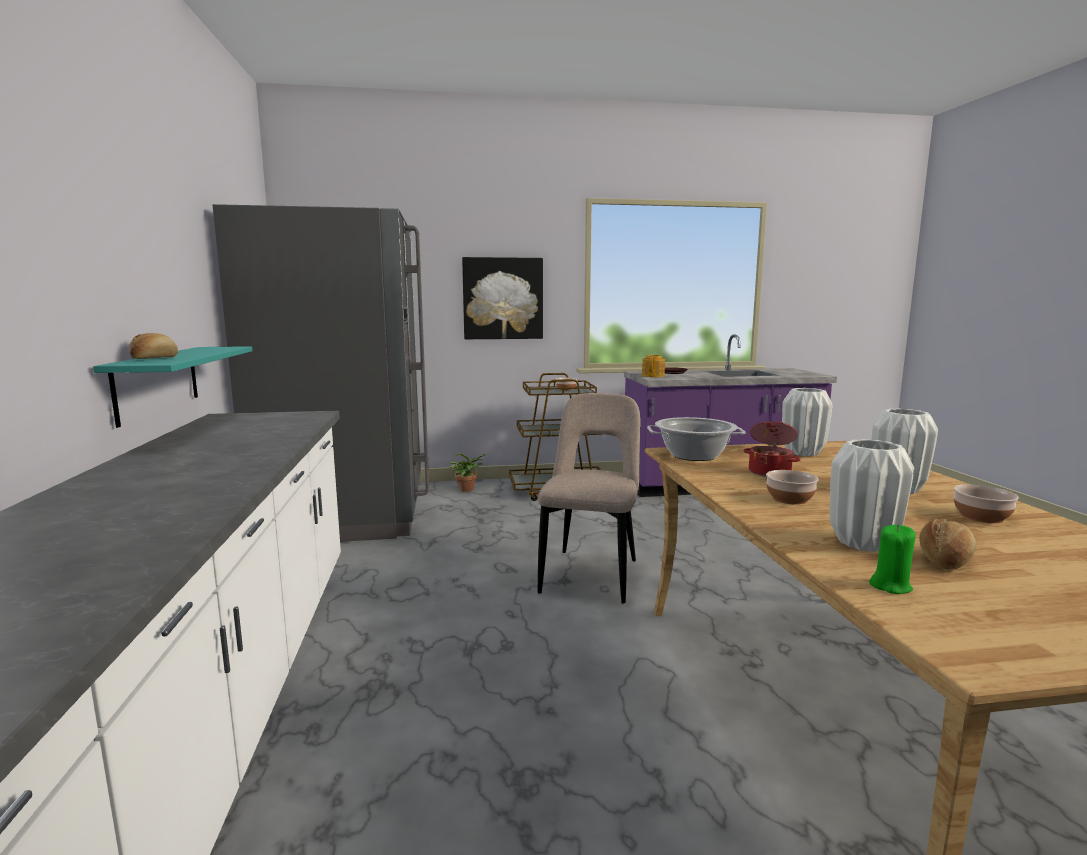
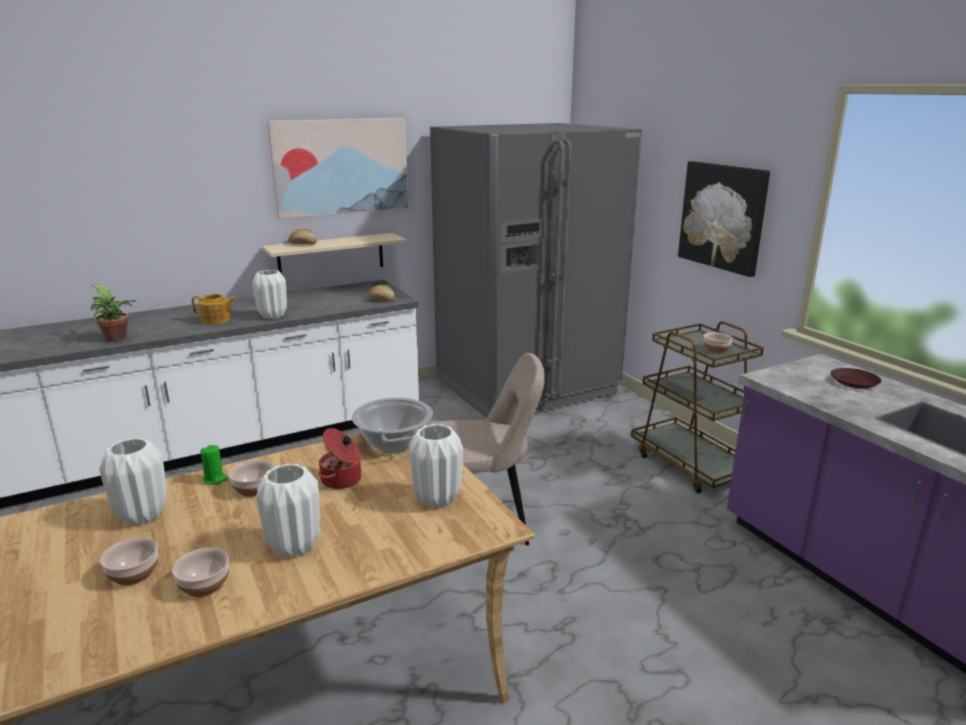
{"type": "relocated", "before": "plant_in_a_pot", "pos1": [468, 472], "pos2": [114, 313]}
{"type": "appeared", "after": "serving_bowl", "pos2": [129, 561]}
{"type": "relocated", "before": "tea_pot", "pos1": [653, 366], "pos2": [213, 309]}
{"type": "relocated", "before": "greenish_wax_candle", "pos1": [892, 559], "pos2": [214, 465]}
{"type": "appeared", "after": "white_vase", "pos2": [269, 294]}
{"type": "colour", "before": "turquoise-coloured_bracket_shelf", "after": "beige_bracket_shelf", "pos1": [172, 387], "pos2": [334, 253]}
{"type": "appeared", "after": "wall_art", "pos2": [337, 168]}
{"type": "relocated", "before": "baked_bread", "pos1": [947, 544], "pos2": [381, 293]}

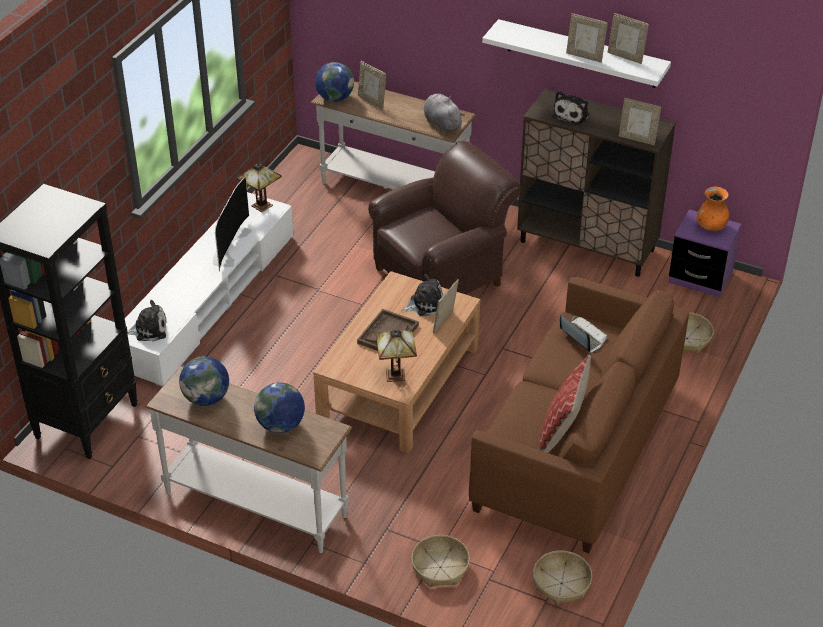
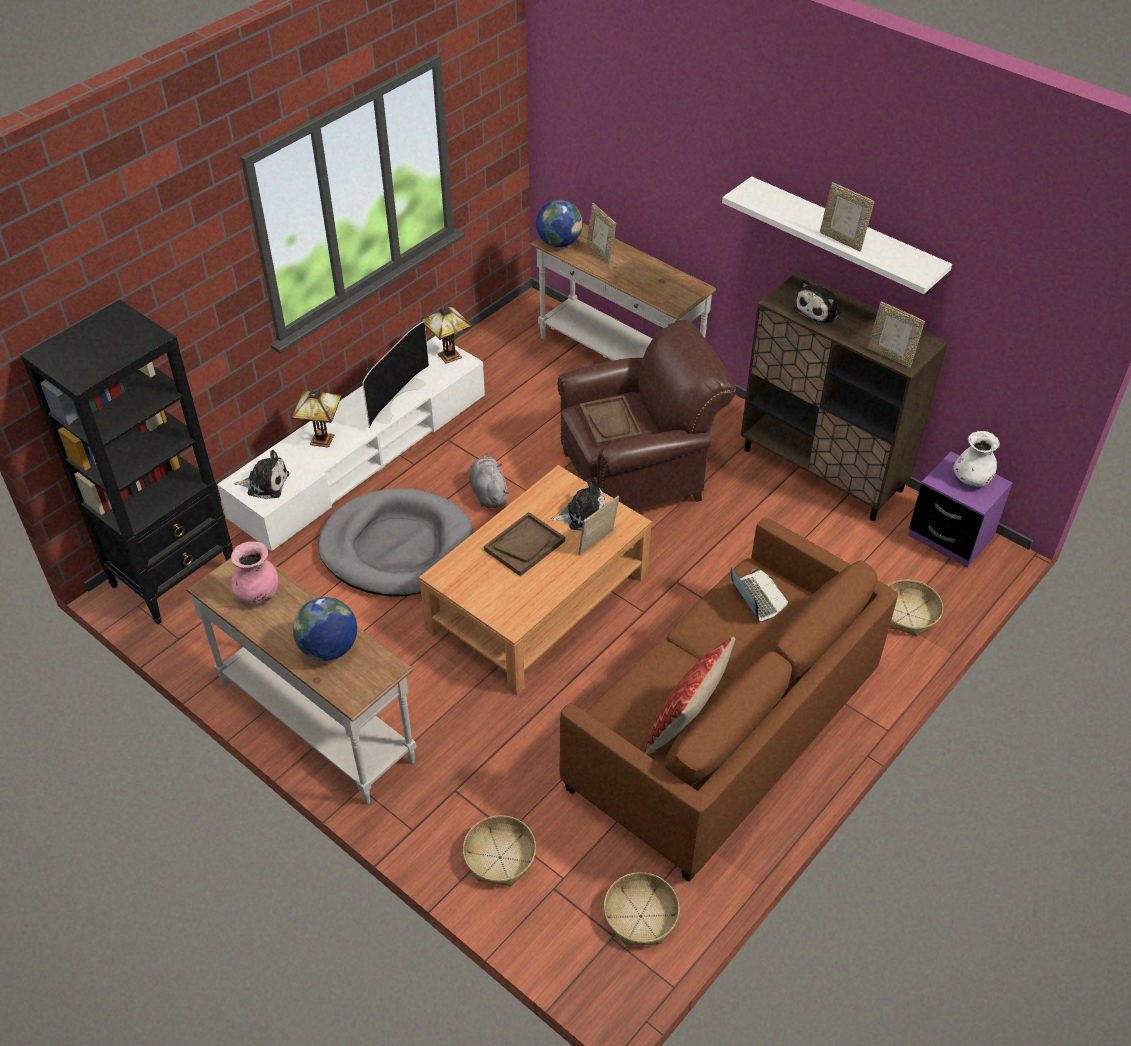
{"type": "exchanged", "before": "globe", "after": "pink-coloured_vase", "pos1": [204, 381], "pos2": [254, 573]}
{"type": "relocated", "before": "table_lamp", "pos1": [396, 356], "pos2": [317, 419]}
{"type": "appeared", "after": "gray_dog_bed", "pos2": [395, 542]}
{"type": "relocated", "before": "gray_cuddly_toy", "pos1": [444, 113], "pos2": [489, 481]}
{"type": "appeared", "after": "brown_serving_tray", "pos2": [611, 421]}
{"type": "colour", "before": "orangey_vase", "after": "white_vase", "pos1": [712, 209], "pos2": [976, 459]}
{"type": "missing", "before": "photo_frame", "pos1": [628, 38]}

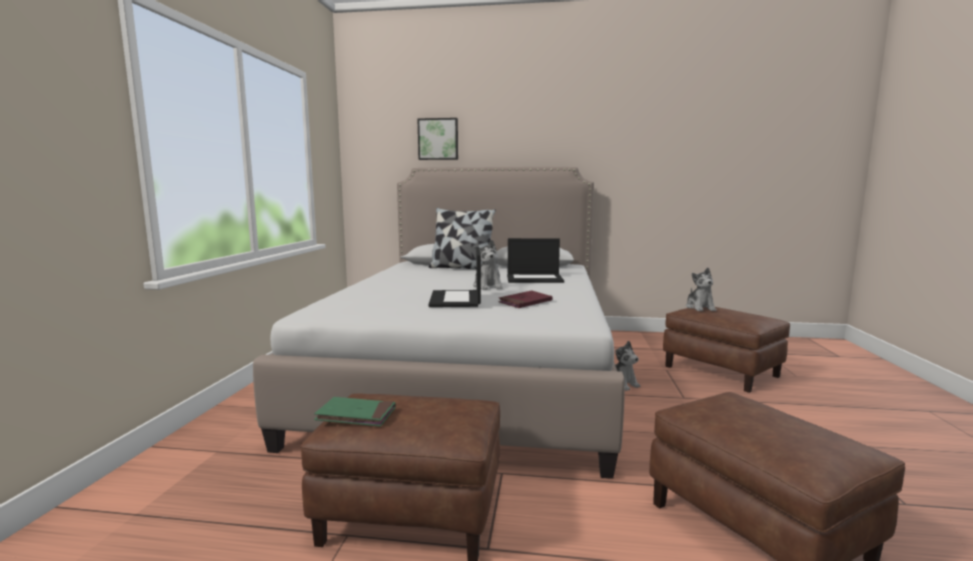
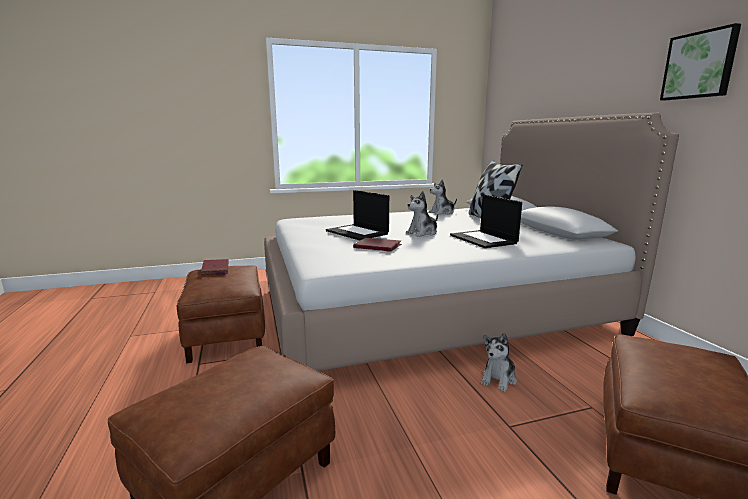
{"type": "colour", "before": "greenish_volume", "after": "reddish_volume", "pos1": [355, 412], "pos2": [215, 267]}
{"type": "spun", "before": "notebook_computer", "pos1": [454, 277], "pos2": [357, 215], "turn": -105}
{"type": "relocated", "before": "cuddly_toy", "pos1": [701, 289], "pos2": [443, 197]}
{"type": "relocated", "before": "wall_art", "pos1": [438, 139], "pos2": [700, 61]}

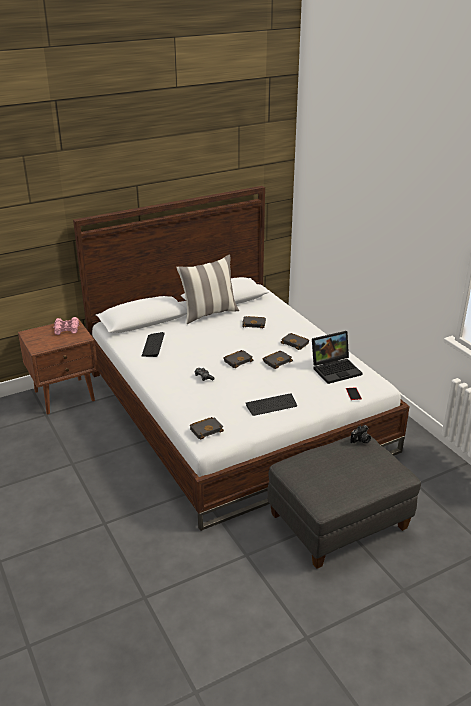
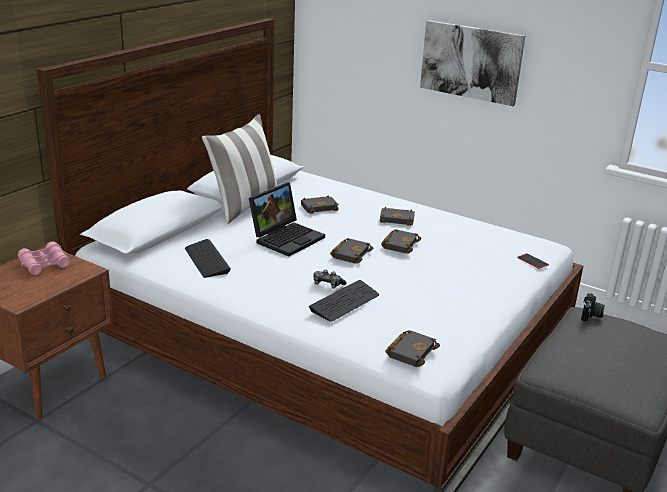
{"type": "relocated", "before": "notebook_computer", "pos1": [337, 357], "pos2": [287, 219]}
{"type": "relocated", "before": "keyboard", "pos1": [271, 404], "pos2": [344, 301]}
{"type": "appeared", "after": "wall_art", "pos2": [473, 63]}

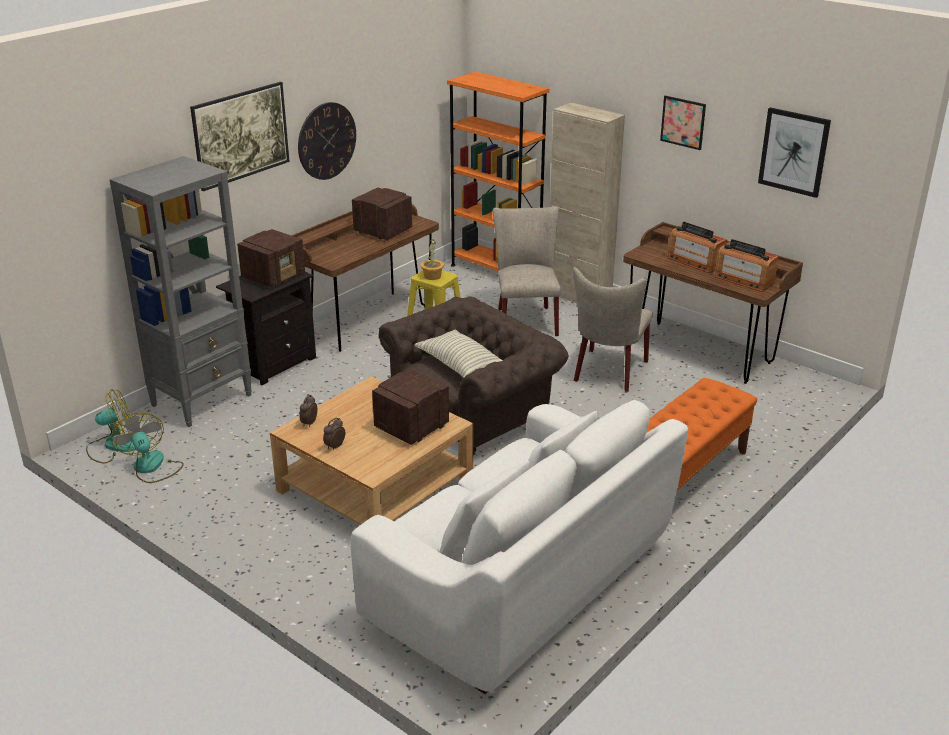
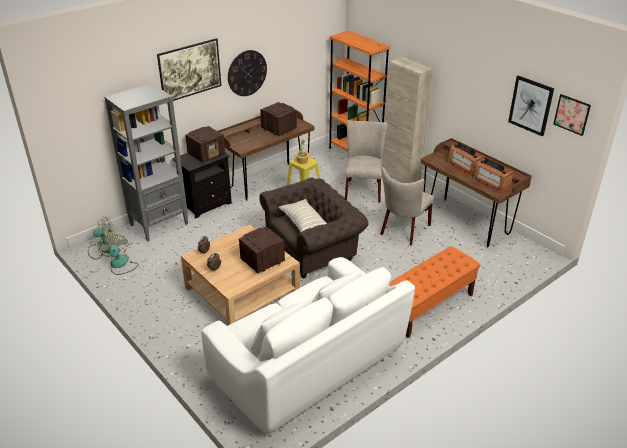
{"type": "relocated", "before": "wall_art", "pos1": [683, 123], "pos2": [572, 115]}

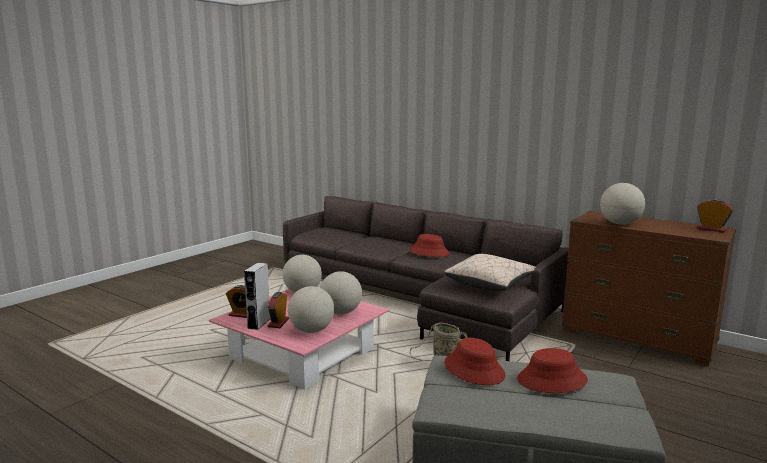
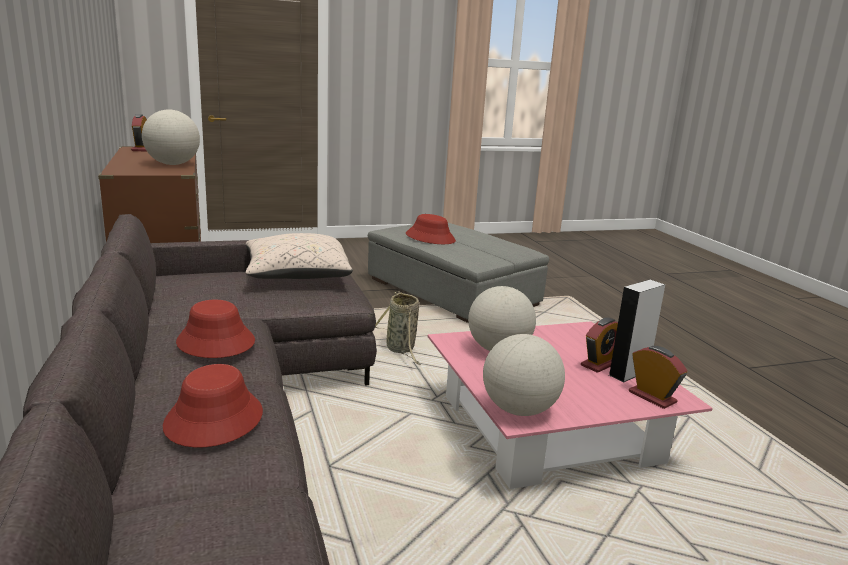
{"type": "relocated", "before": "reddish_wearable_hat", "pos1": [475, 361], "pos2": [213, 405]}
{"type": "missing", "before": "globe", "pos1": [311, 309]}

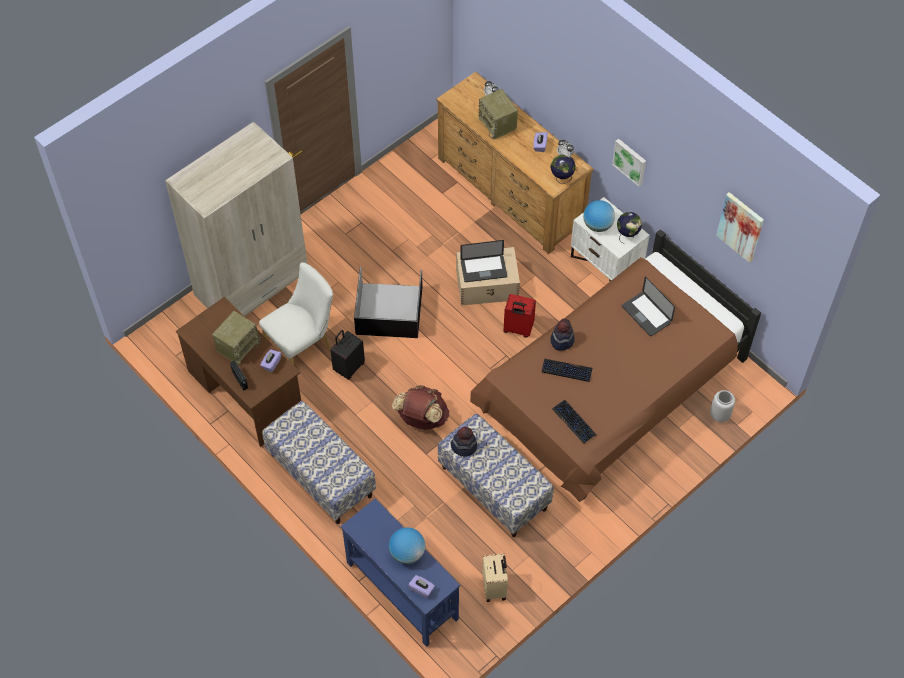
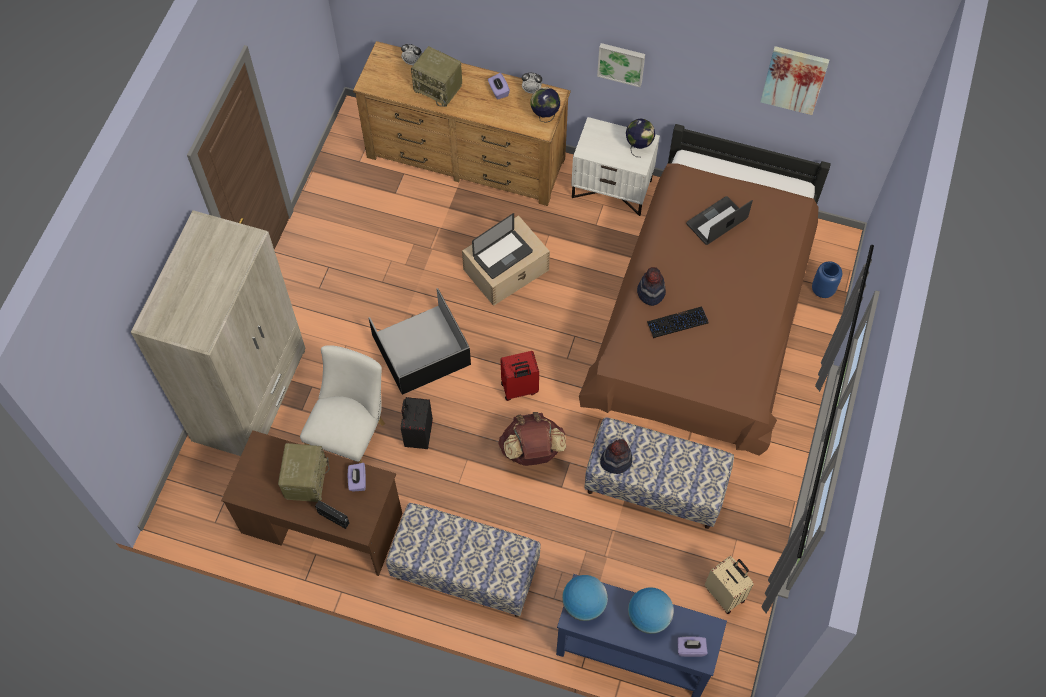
{"type": "relocated", "before": "reddish_piece_of_luggage", "pos1": [519, 316], "pos2": [520, 376]}
{"type": "relocated", "before": "globe", "pos1": [599, 216], "pos2": [585, 598]}
{"type": "spun", "before": "notebook_computer", "pos1": [648, 306], "pos2": [719, 220], "turn": 120}
{"type": "colour", "before": "gray_vase", "after": "blue_vase", "pos1": [722, 406], "pos2": [827, 279]}
{"type": "missing", "before": "keyboard", "pos1": [574, 421]}

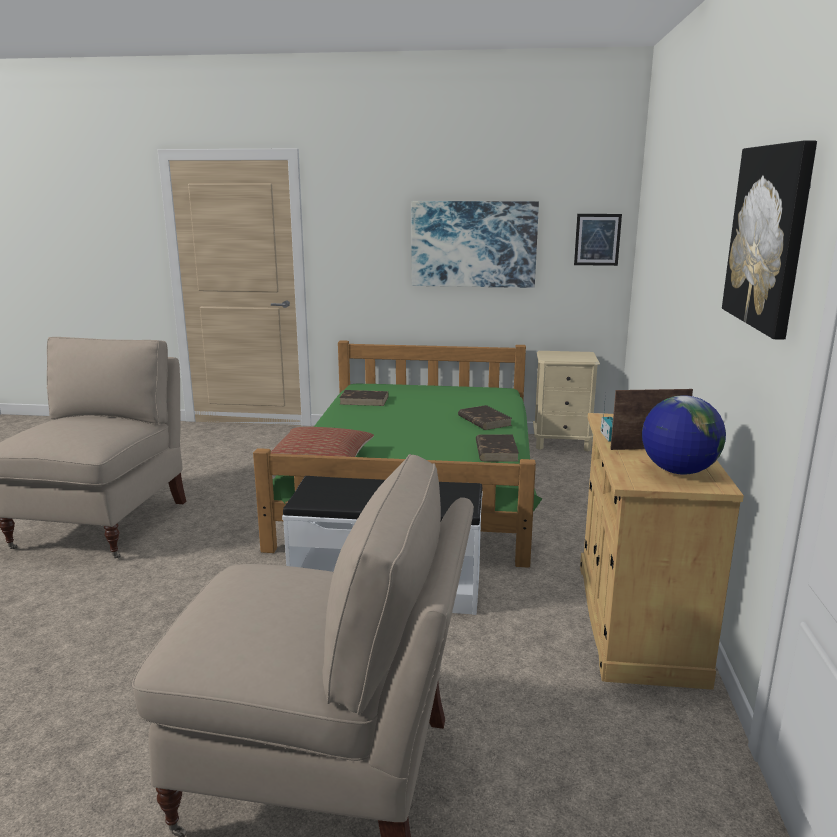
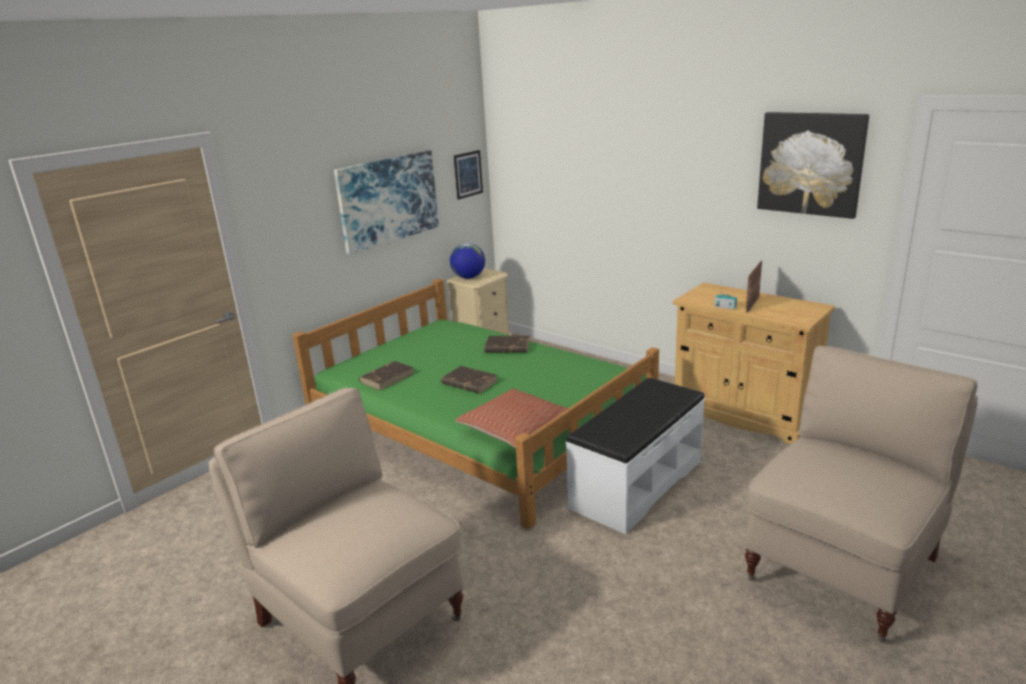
{"type": "relocated", "before": "brown_volume", "pos1": [497, 448], "pos2": [469, 380]}
{"type": "relocated", "before": "globe", "pos1": [684, 435], "pos2": [467, 261]}

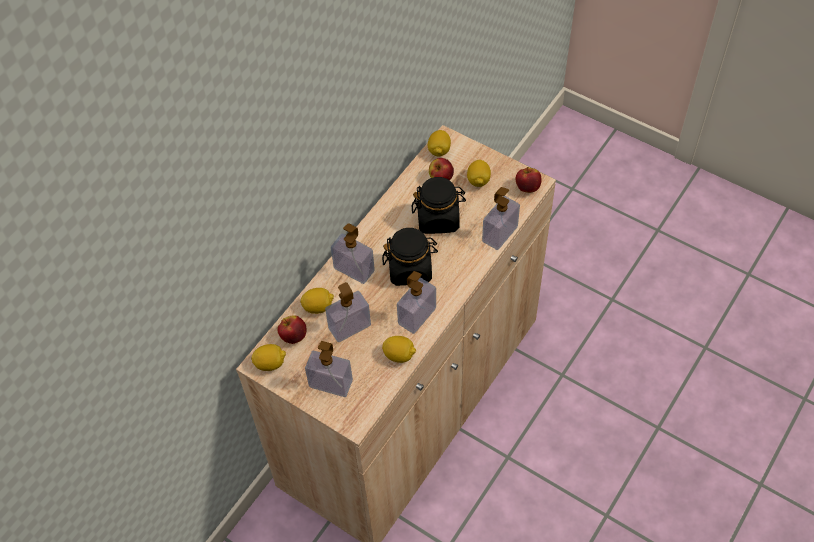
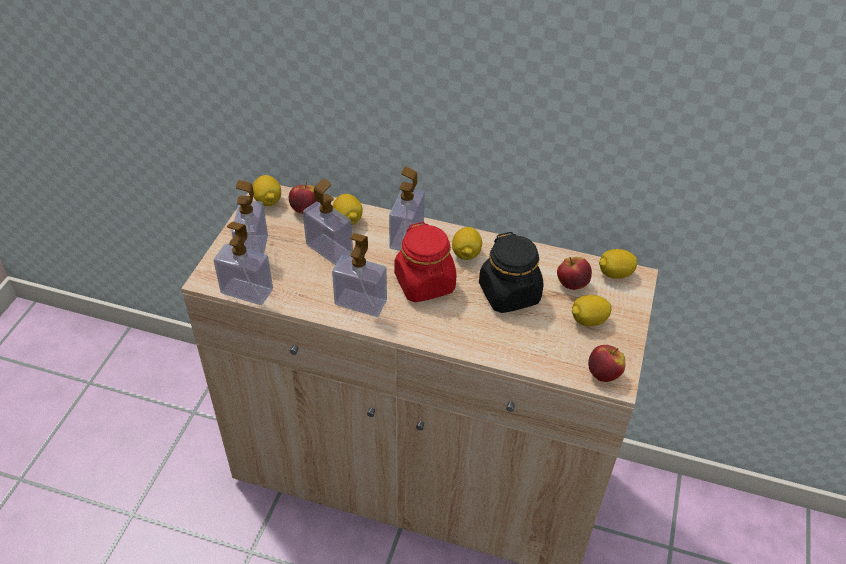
{"type": "relocated", "before": "soap_dispenser", "pos1": [501, 218], "pos2": [243, 263]}
{"type": "colour", "before": "blackish_storage_jar", "after": "reddish_storage_jar", "pos1": [410, 257], "pos2": [425, 262]}
{"type": "relocated", "before": "whole_lemon", "pos1": [399, 349], "pos2": [467, 243]}

